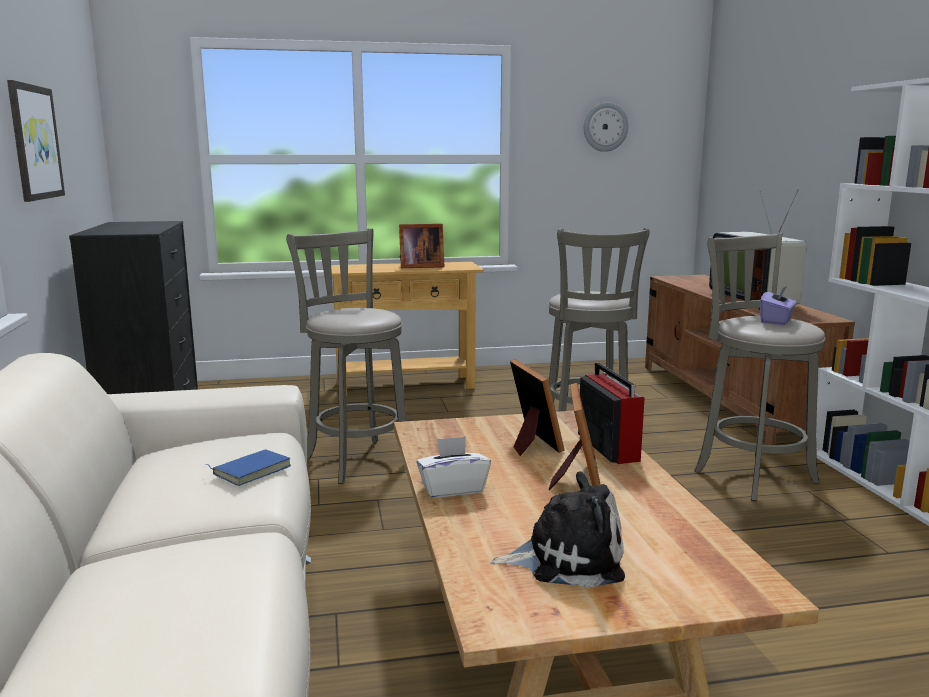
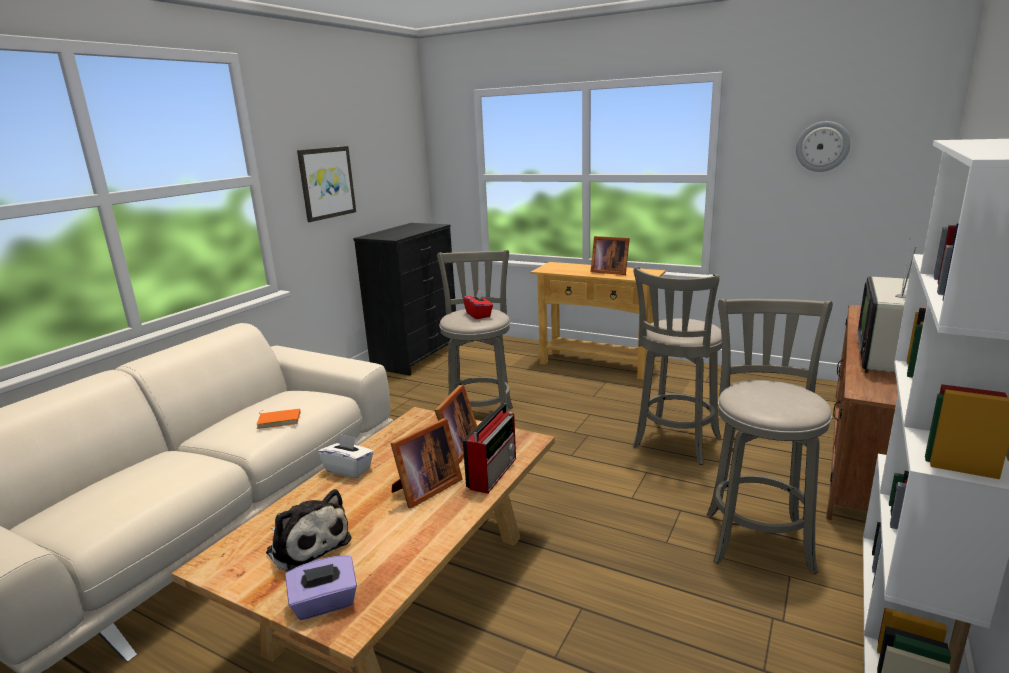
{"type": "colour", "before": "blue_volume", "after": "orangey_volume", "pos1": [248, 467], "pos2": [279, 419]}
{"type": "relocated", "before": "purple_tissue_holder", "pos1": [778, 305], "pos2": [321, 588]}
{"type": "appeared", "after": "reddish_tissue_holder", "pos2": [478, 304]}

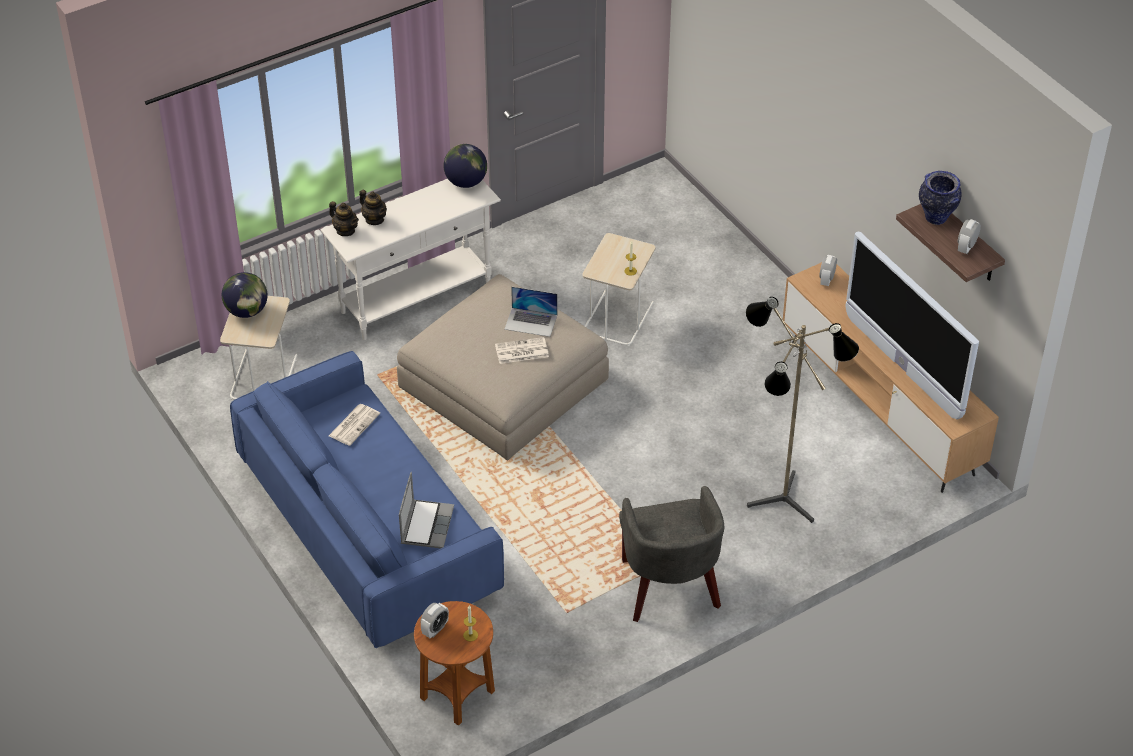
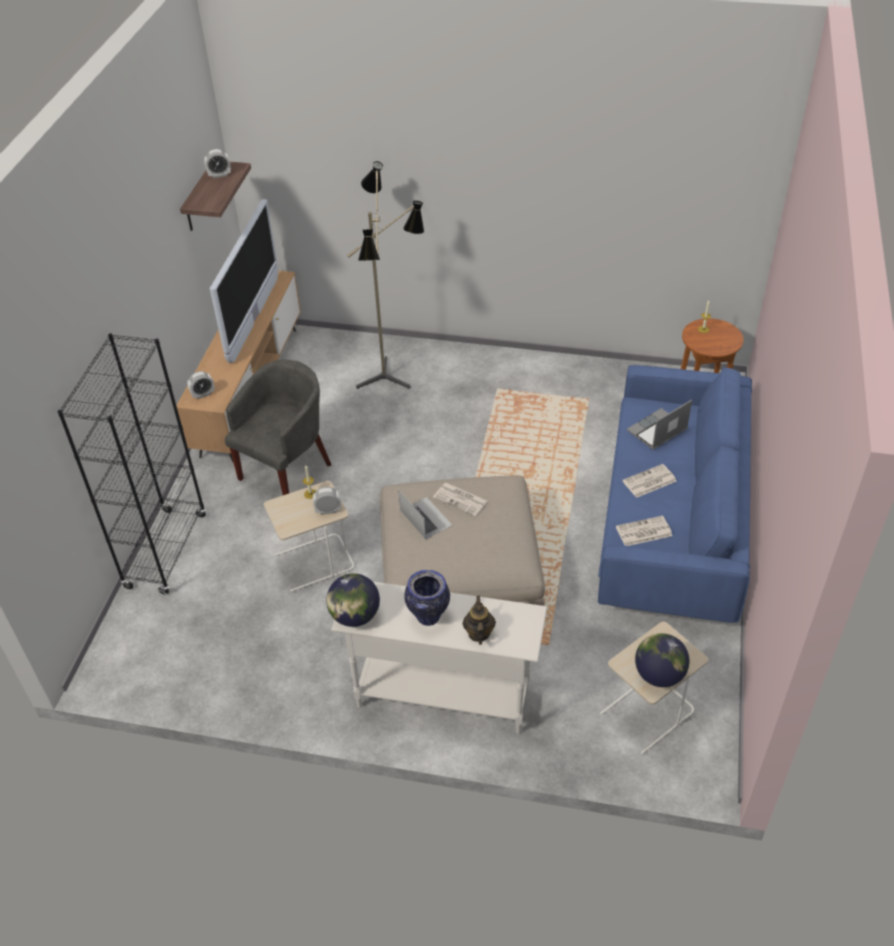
{"type": "appeared", "after": "blackish_shelving_unit", "pos2": [131, 464]}
{"type": "relocated", "before": "gray_easy_chair", "pos1": [671, 554], "pos2": [278, 427]}
{"type": "relocated", "before": "alarm_clock", "pos1": [434, 620], "pos2": [327, 501]}
{"type": "relocated", "before": "vase", "pos1": [940, 198], "pos2": [427, 598]}
{"type": "appeared", "after": "newspaper", "pos2": [649, 481]}
{"type": "missing", "before": "tea_pot", "pos1": [344, 218]}

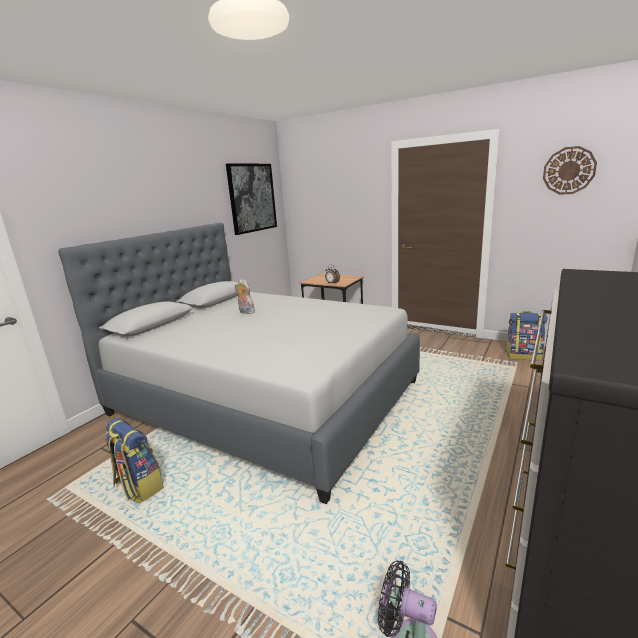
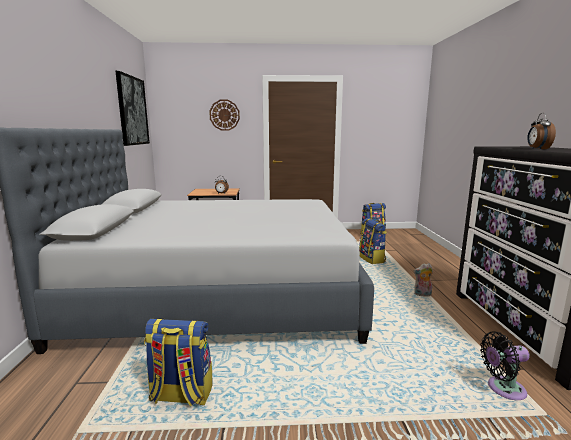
{"type": "relocated", "before": "wall_clock", "pos1": [570, 170], "pos2": [224, 115]}
{"type": "appeared", "after": "backpack", "pos2": [373, 241]}
{"type": "relocated", "before": "cuddly_toy", "pos1": [245, 296], "pos2": [423, 280]}
{"type": "appeared", "after": "alarm_clock", "pos2": [541, 131]}

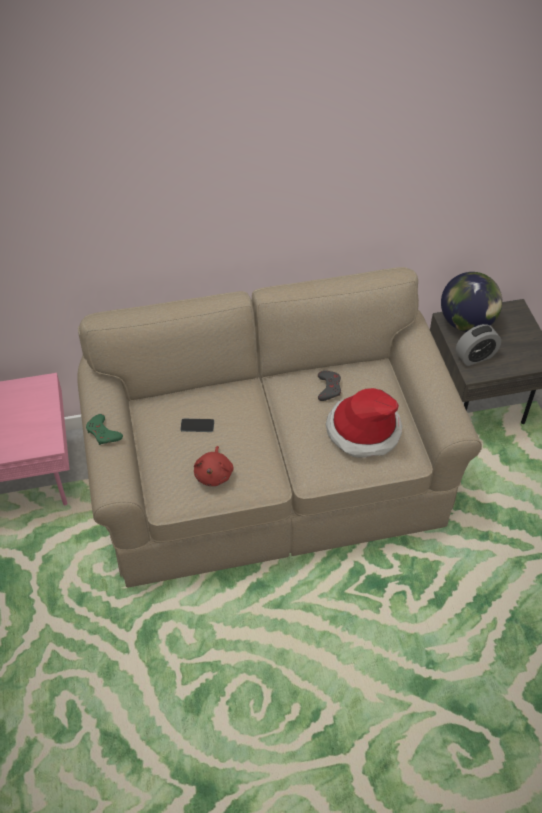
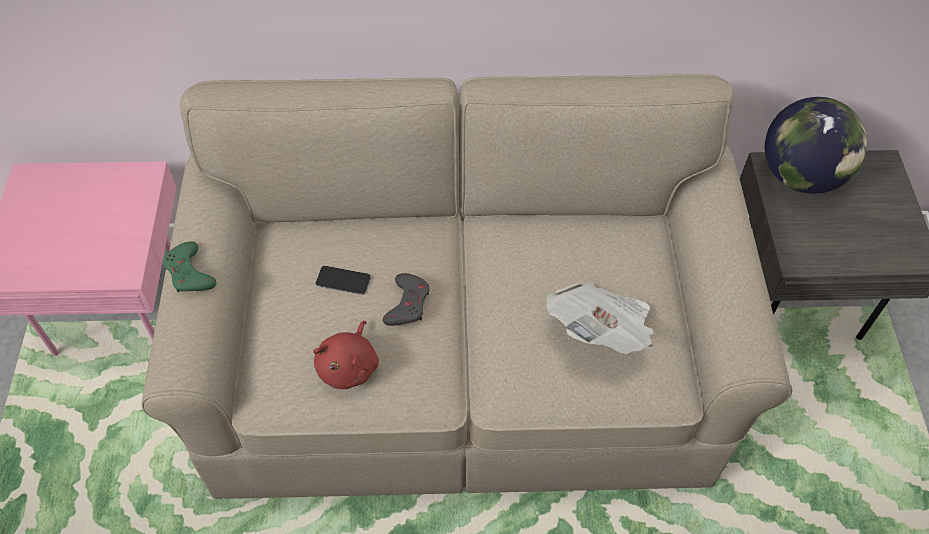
{"type": "relocated", "before": "gray_joypad", "pos1": [329, 386], "pos2": [406, 299]}
{"type": "exchanged", "before": "wearable_hat", "after": "newspaper", "pos1": [364, 423], "pos2": [600, 317]}
{"type": "missing", "before": "alarm_clock", "pos1": [478, 345]}

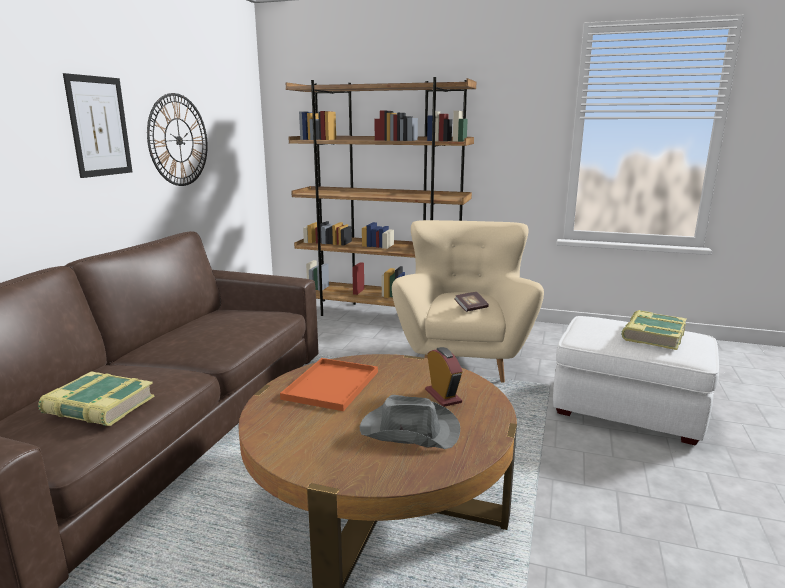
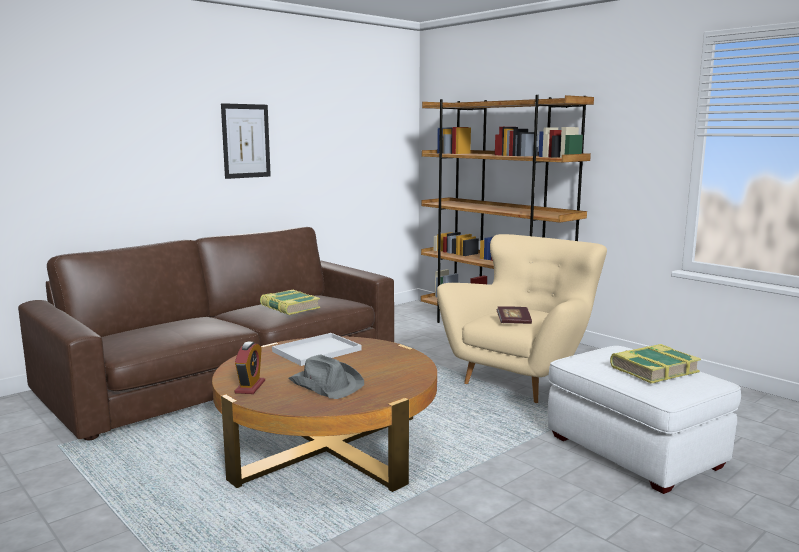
{"type": "relocated", "before": "alarm_clock", "pos1": [444, 377], "pos2": [249, 368]}
{"type": "relocated", "before": "volume", "pos1": [96, 398], "pos2": [290, 302]}
{"type": "colour", "before": "orangey_serving_tray", "after": "white_serving_tray", "pos1": [329, 384], "pos2": [317, 349]}
{"type": "missing", "before": "wall_clock", "pos1": [177, 139]}

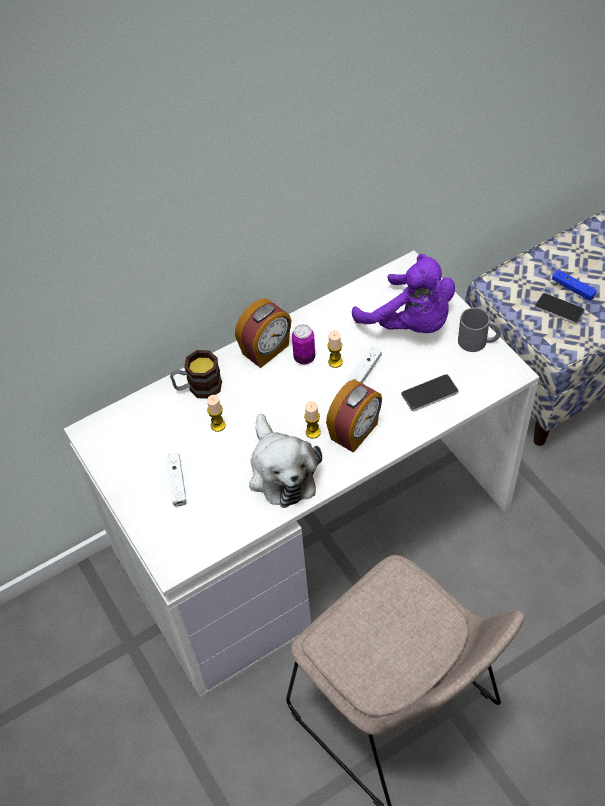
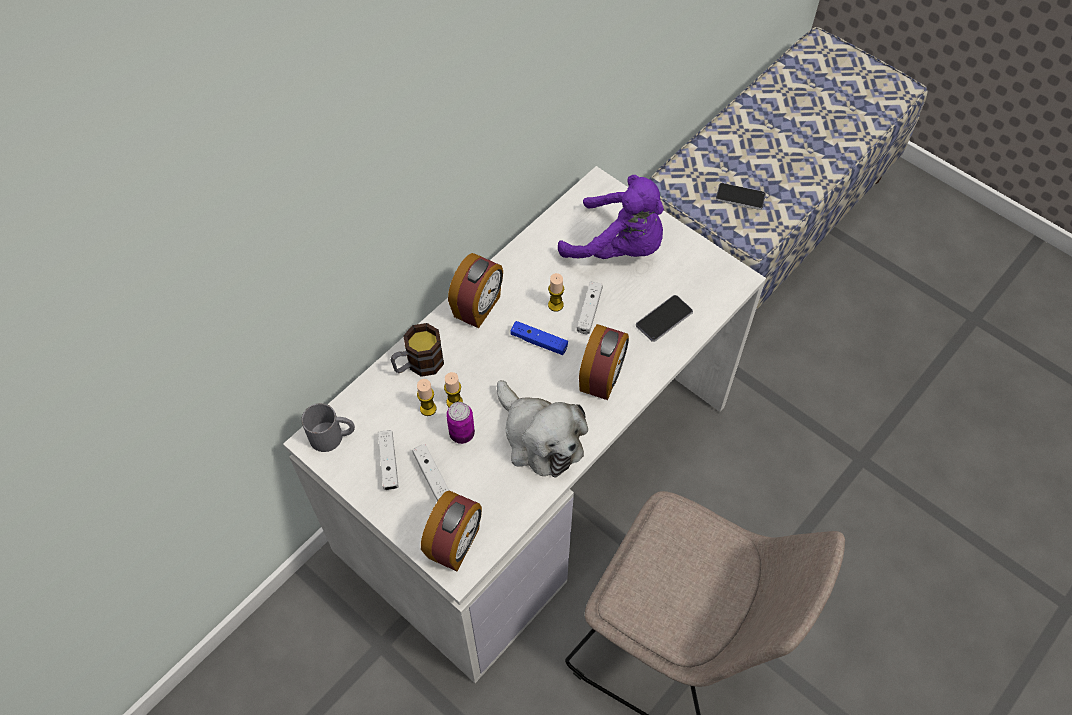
{"type": "relocated", "before": "gray_coffee_mug", "pos1": [479, 330], "pos2": [328, 427]}
{"type": "appeared", "after": "white_joypad", "pos2": [388, 460]}
{"type": "relocated", "before": "wax_candle", "pos1": [312, 420], "pos2": [426, 397]}
{"type": "appeared", "after": "alarm_clock", "pos2": [451, 530]}
{"type": "relocated", "before": "can", "pos1": [303, 344], "pos2": [460, 423]}
{"type": "relocated", "before": "blue_joypad", "pos1": [574, 285], "pos2": [539, 338]}

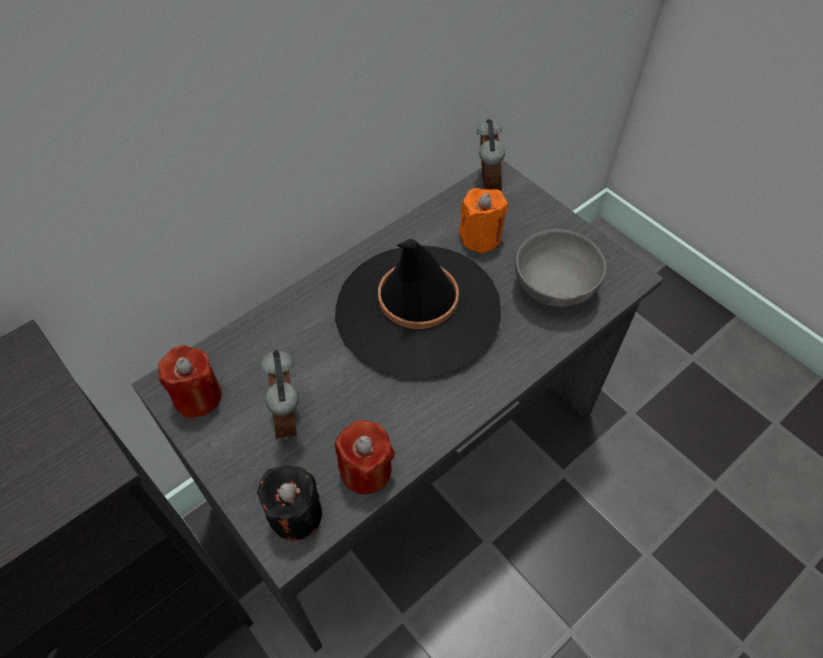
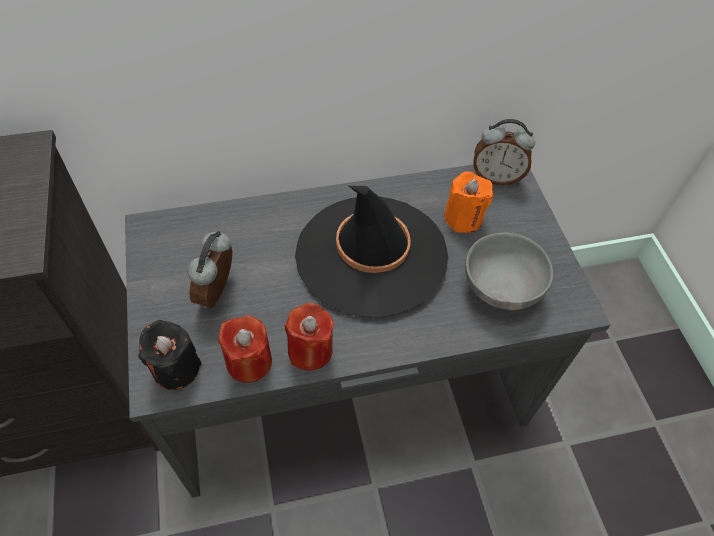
{"type": "relocated", "before": "reddish_wax_candle", "pos1": [190, 381], "pos2": [309, 337]}
{"type": "spun", "before": "alarm_clock", "pos1": [491, 155], "pos2": [504, 152], "turn": 75}

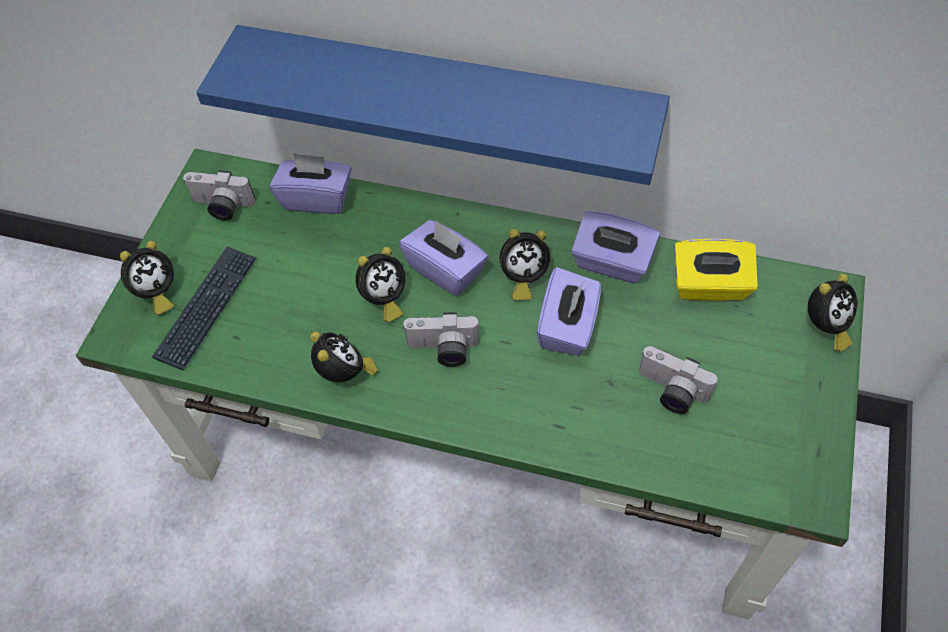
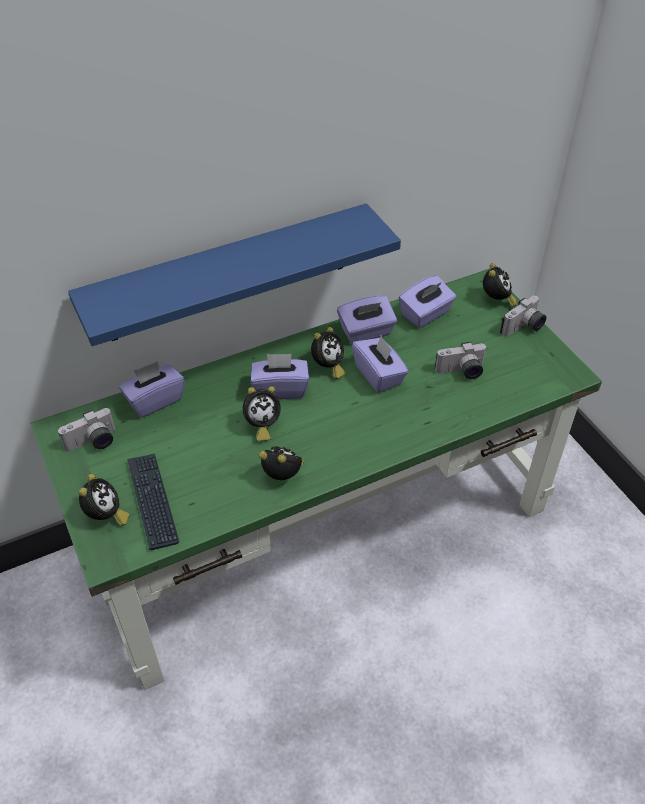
{"type": "spun", "before": "alarm_clock", "pos1": [380, 284], "pos2": [262, 413], "turn": 60}
{"type": "colour", "before": "yellow-coloured_tissue_holder", "after": "purple_tissue_holder", "pos1": [716, 270], "pos2": [427, 302]}
{"type": "relocated", "before": "photo_camera", "pos1": [441, 339], "pos2": [523, 316]}

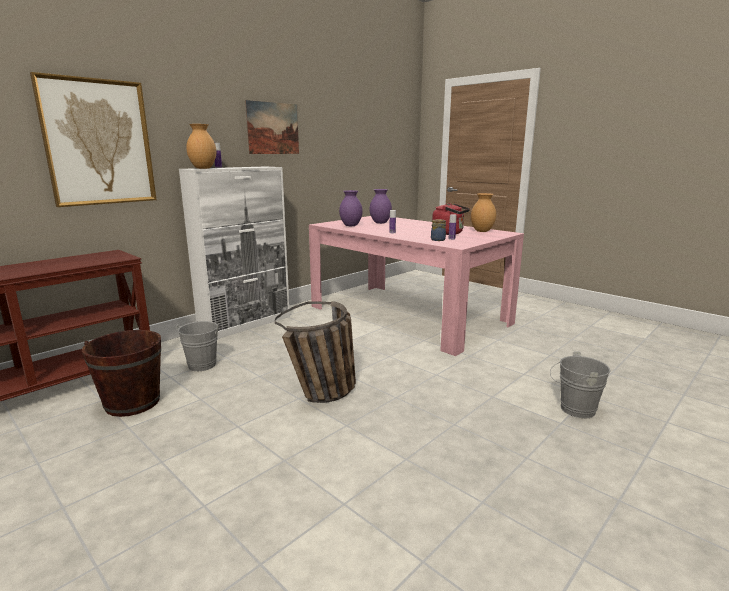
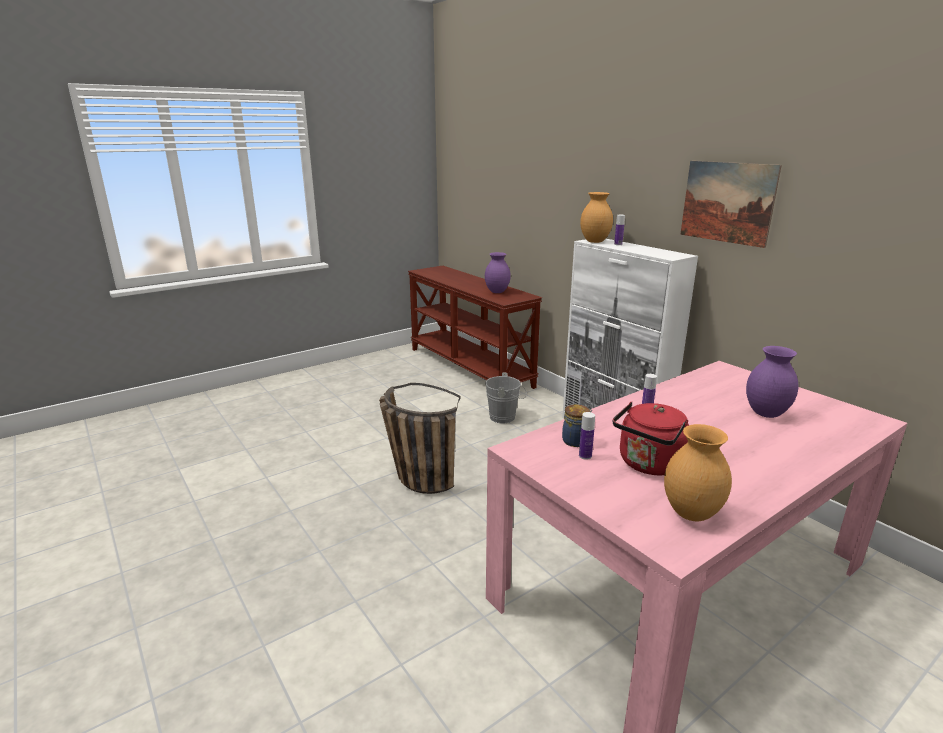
{"type": "relocated", "before": "purple_vase", "pos1": [351, 208], "pos2": [498, 272]}
{"type": "missing", "before": "wall_art", "pos1": [93, 139]}
{"type": "missing", "before": "brown_water_bucket", "pos1": [121, 373]}
{"type": "missing", "before": "gray_water_bucket", "pos1": [580, 384]}

